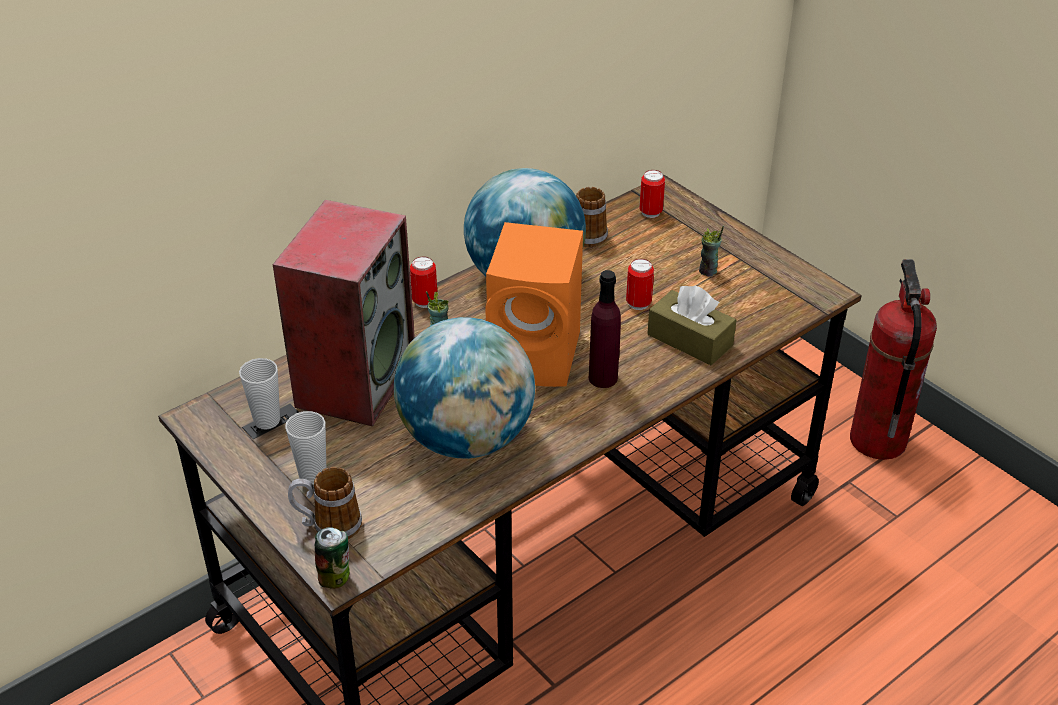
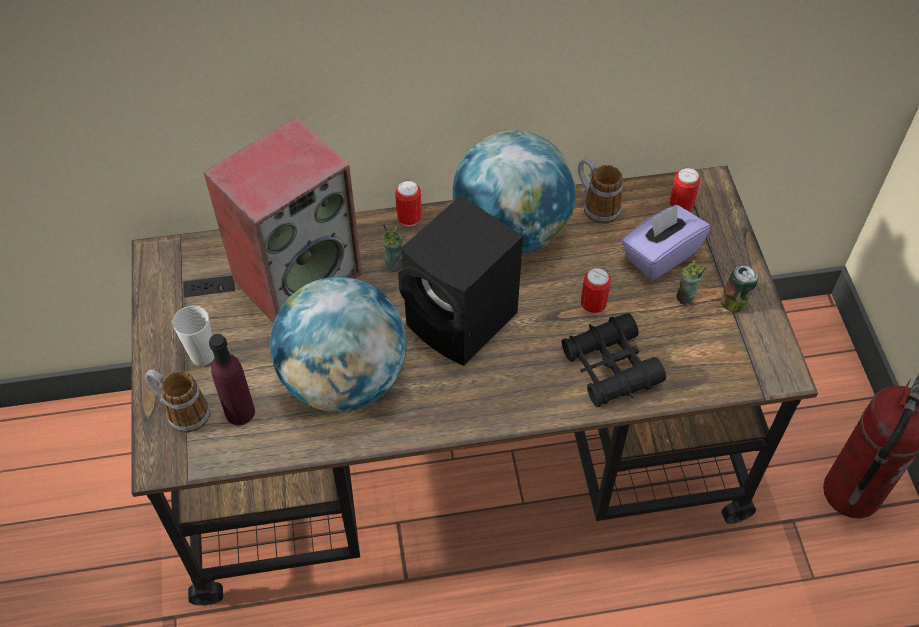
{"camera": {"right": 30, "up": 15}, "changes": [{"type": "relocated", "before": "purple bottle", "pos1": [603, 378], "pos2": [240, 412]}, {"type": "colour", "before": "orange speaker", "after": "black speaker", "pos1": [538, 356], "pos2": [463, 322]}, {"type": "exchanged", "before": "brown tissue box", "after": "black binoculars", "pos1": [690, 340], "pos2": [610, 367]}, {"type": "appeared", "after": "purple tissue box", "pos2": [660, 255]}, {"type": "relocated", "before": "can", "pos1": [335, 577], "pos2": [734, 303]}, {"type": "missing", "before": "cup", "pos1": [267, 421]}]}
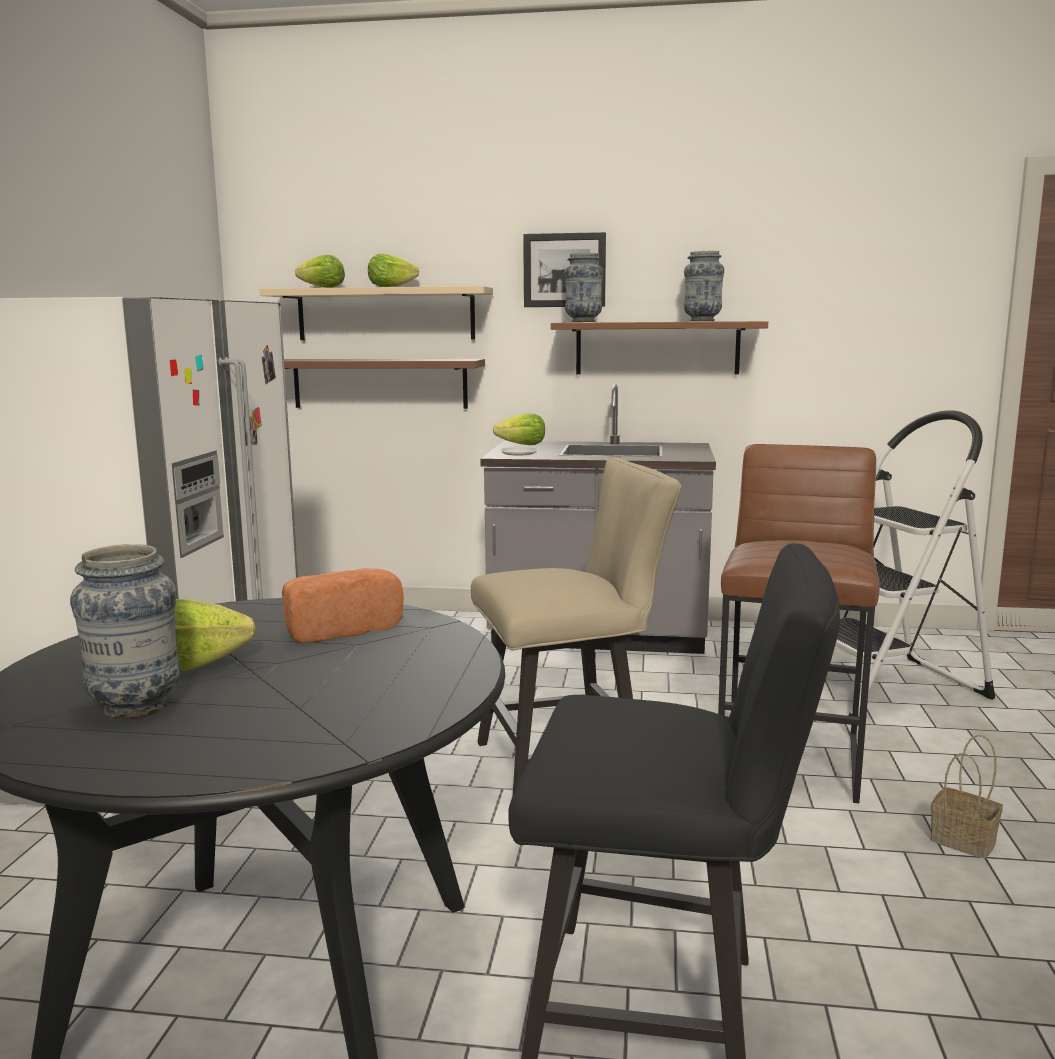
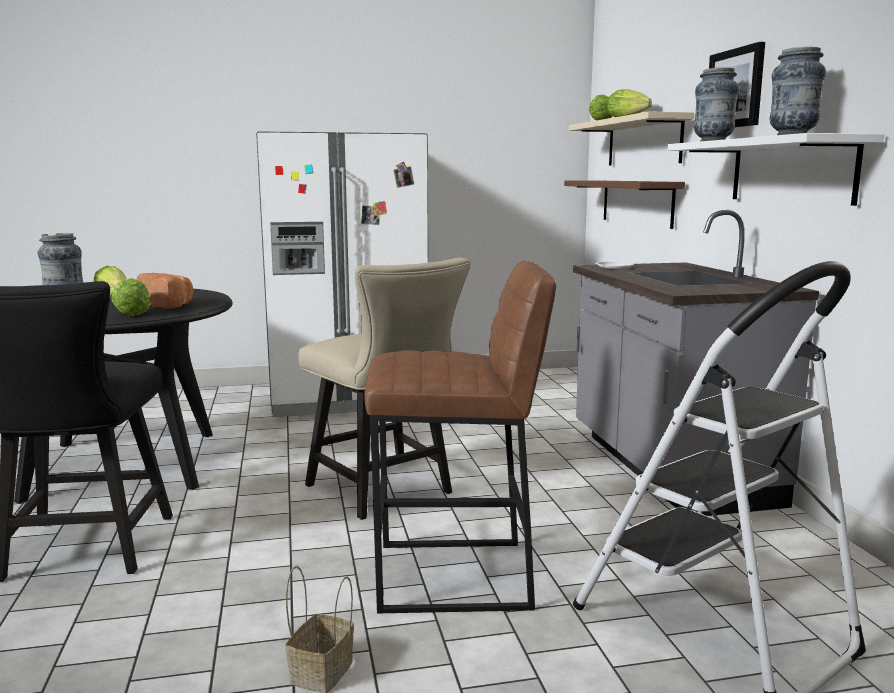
{"camera": {"right": 70, "up": 0}, "changes": [{"type": "relocated", "before": "lettuce", "pos1": [522, 445], "pos2": [133, 313]}, {"type": "colour", "before": "brown shelf", "after": "white shelf", "pos1": [657, 348], "pos2": [791, 171]}]}
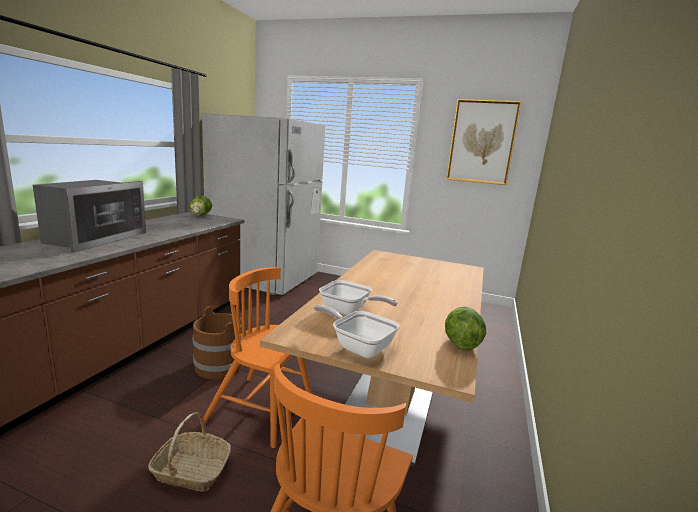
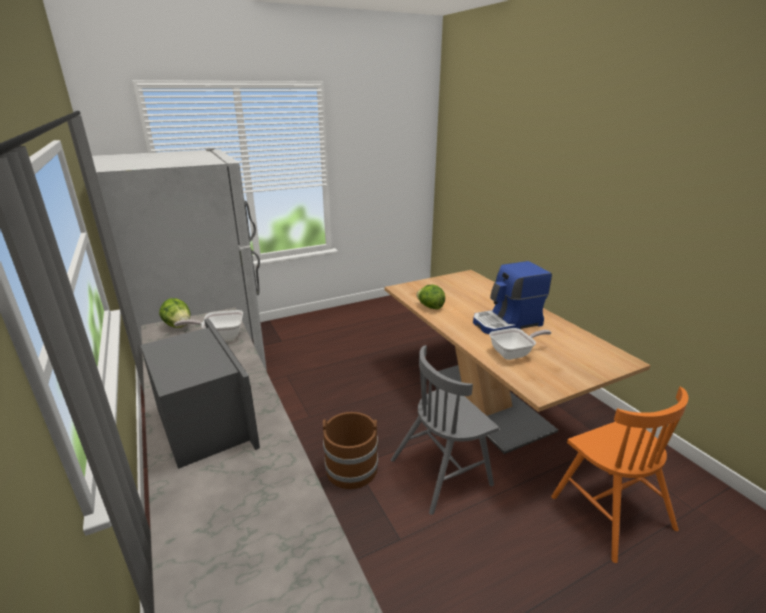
{"camera": {"right": -45, "up": 10}, "changes": [{"type": "relocated", "before": "frying pan", "pos1": [358, 346], "pos2": [220, 335]}, {"type": "colour", "before": "orange chair", "after": "grey chair", "pos1": [265, 410], "pos2": [445, 469]}, {"type": "relocated", "before": "lettuce", "pos1": [460, 344], "pos2": [430, 307]}, {"type": "appeared", "after": "coffee machine", "pos2": [507, 323]}, {"type": "missing", "before": "basket", "pos1": [191, 471]}, {"type": "missing", "before": "picture", "pos1": [482, 142]}]}
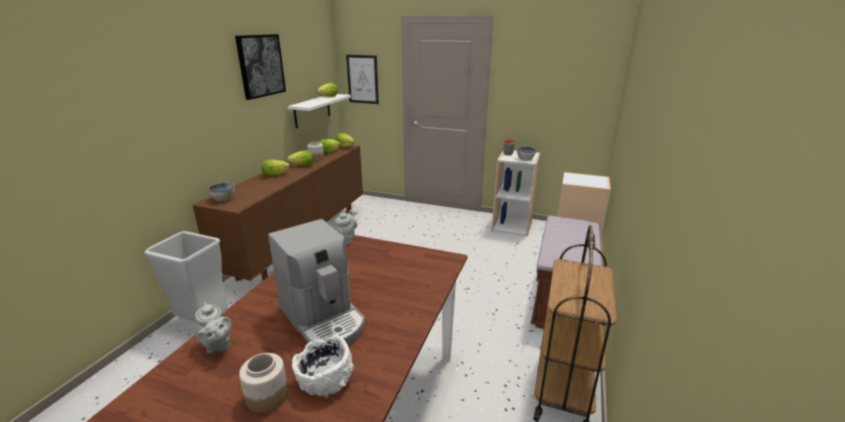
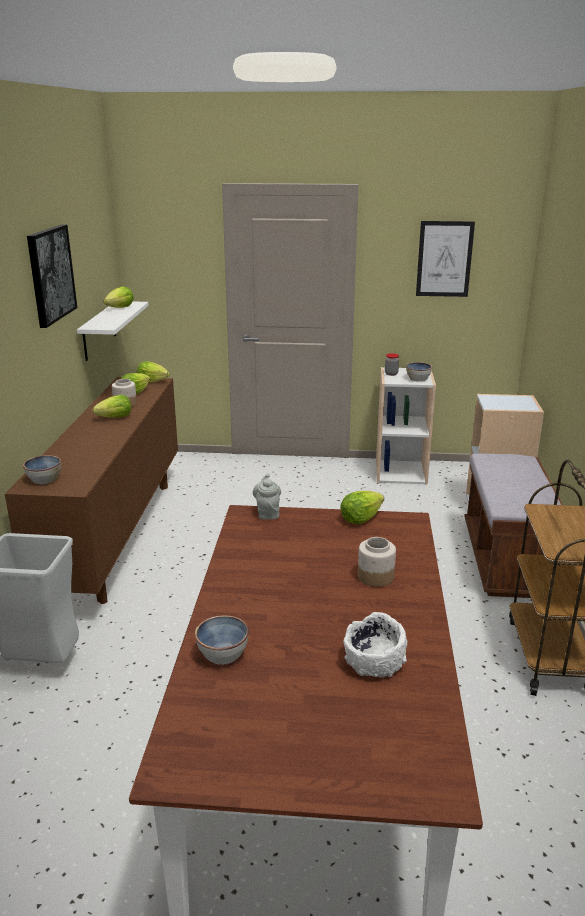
{"camera": {"right": -15, "up": 0}, "changes": [{"type": "exchanged", "before": "grey teapot", "after": "bowl", "pos1": [217, 346], "pos2": [222, 654]}, {"type": "relocated", "before": "lettuce", "pos1": [275, 175], "pos2": [360, 518]}, {"type": "relocated", "before": "jar", "pos1": [266, 396], "pos2": [375, 577]}, {"type": "relocated", "before": "picture", "pos1": [362, 79], "pos2": [444, 259]}, {"type": "missing", "before": "coffee machine", "pos1": [323, 318]}]}
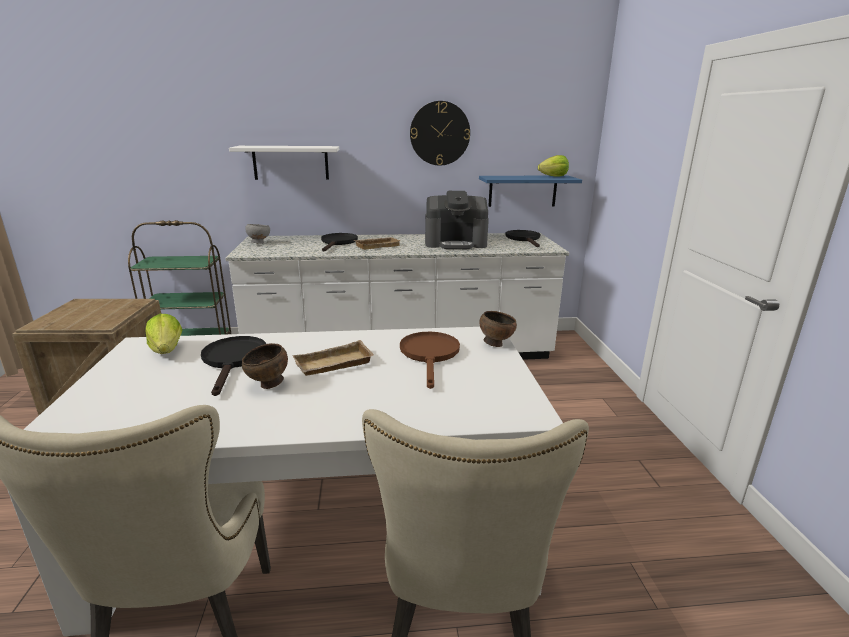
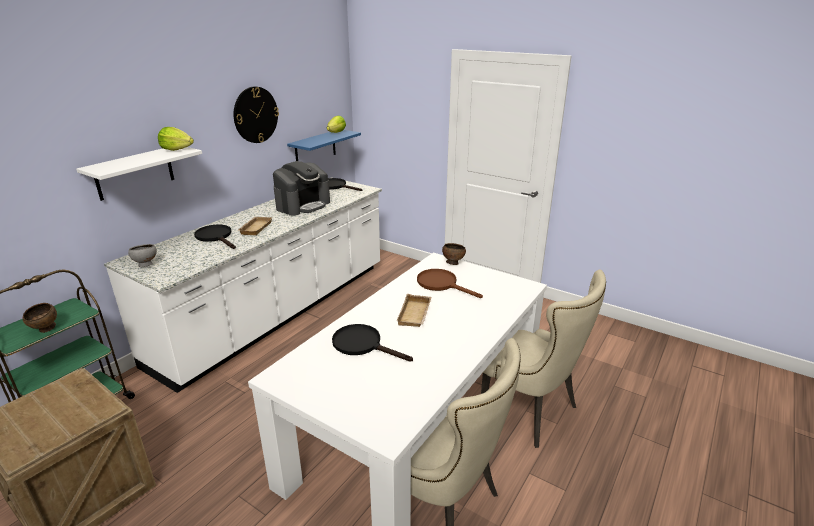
{"camera": {"right": -50, "up": 5}, "changes": [{"type": "relocated", "before": "brown bowl", "pos1": [268, 385], "pos2": [46, 330]}, {"type": "relocated", "before": "lettuce", "pos1": [167, 350], "pos2": [176, 149]}]}
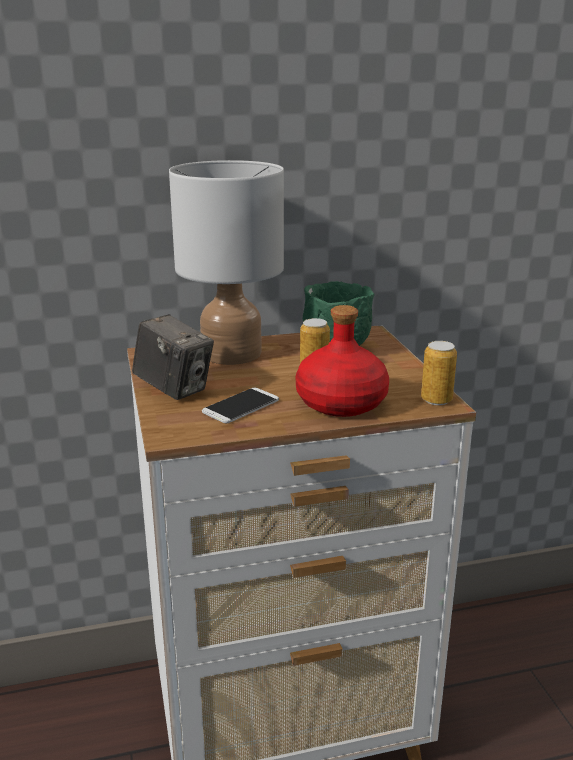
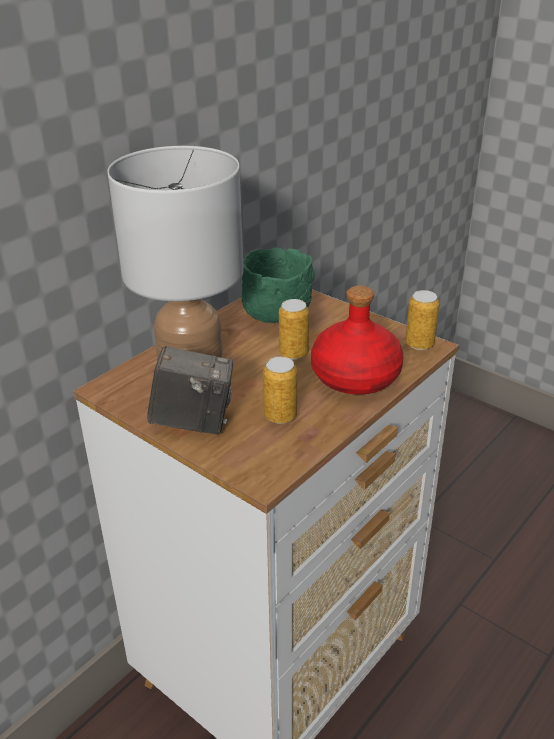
{"camera": {"right": -35, "up": 10}, "changes": [{"type": "exchanged", "before": "phone", "after": "can", "pos1": [241, 406], "pos2": [280, 416]}]}
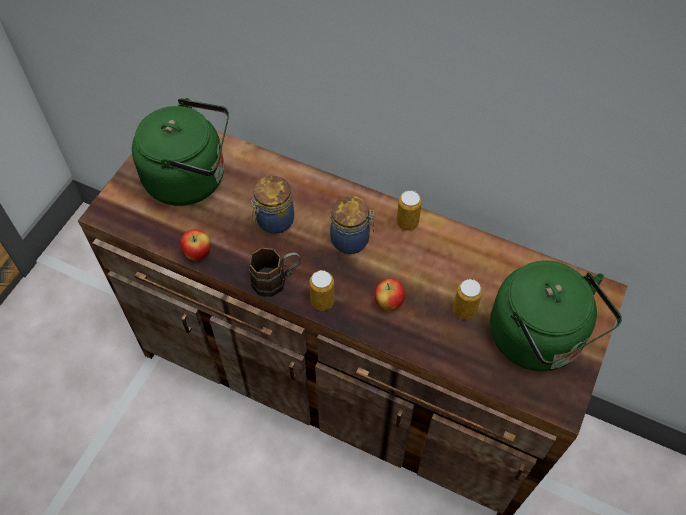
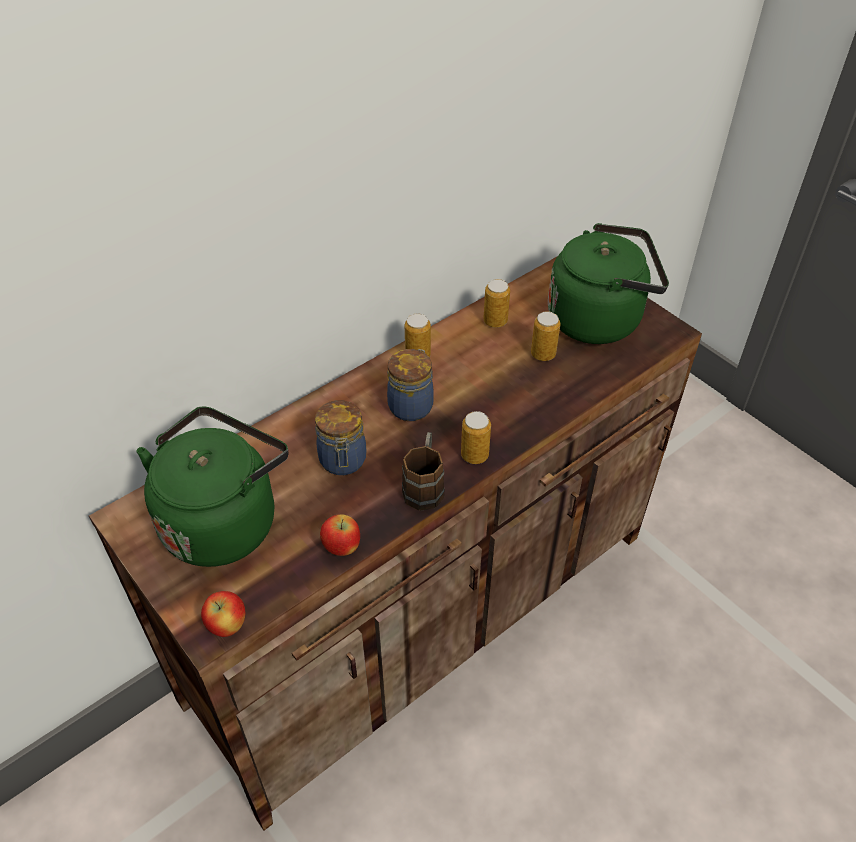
{"camera": {"right": -65, "up": -10}, "changes": [{"type": "relocated", "before": "apple", "pos1": [389, 303], "pos2": [227, 626]}, {"type": "appeared", "after": "can", "pos2": [495, 321]}]}
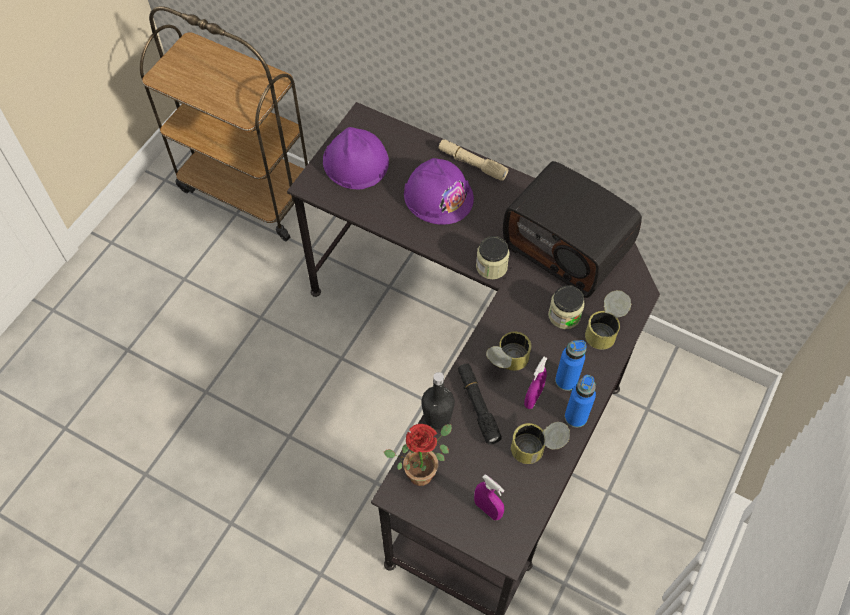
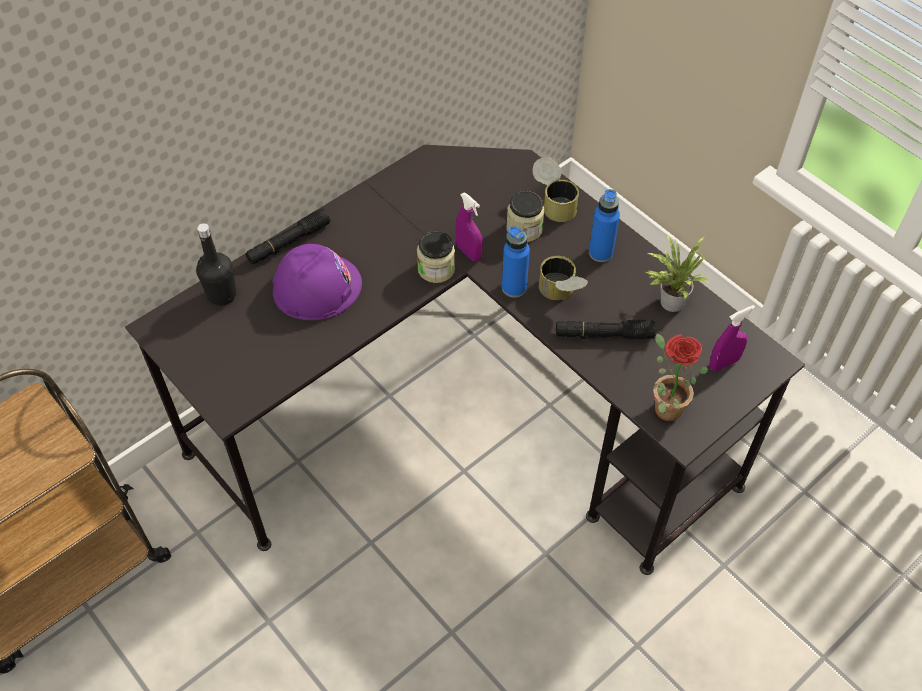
{"camera": {"right": -70, "up": -5}, "changes": [{"type": "relocated", "before": "black bottle", "pos1": [437, 418], "pos2": [222, 295]}, {"type": "colour", "before": "beige flashlight", "after": "black flashlight", "pos1": [472, 163], "pos2": [288, 243]}, {"type": "relocated", "before": "purple spray bottle", "pos1": [533, 398], "pos2": [469, 252]}, {"type": "relocated", "before": "blue bottle", "pos1": [575, 417], "pos2": [514, 288]}, {"type": "exchanged", "before": "can", "after": "potted plant", "pos1": [537, 448], "pos2": [669, 301]}, {"type": "missing", "before": "purple hard hat", "pos1": [355, 162]}, {"type": "missing", "before": "radio", "pos1": [568, 247]}]}
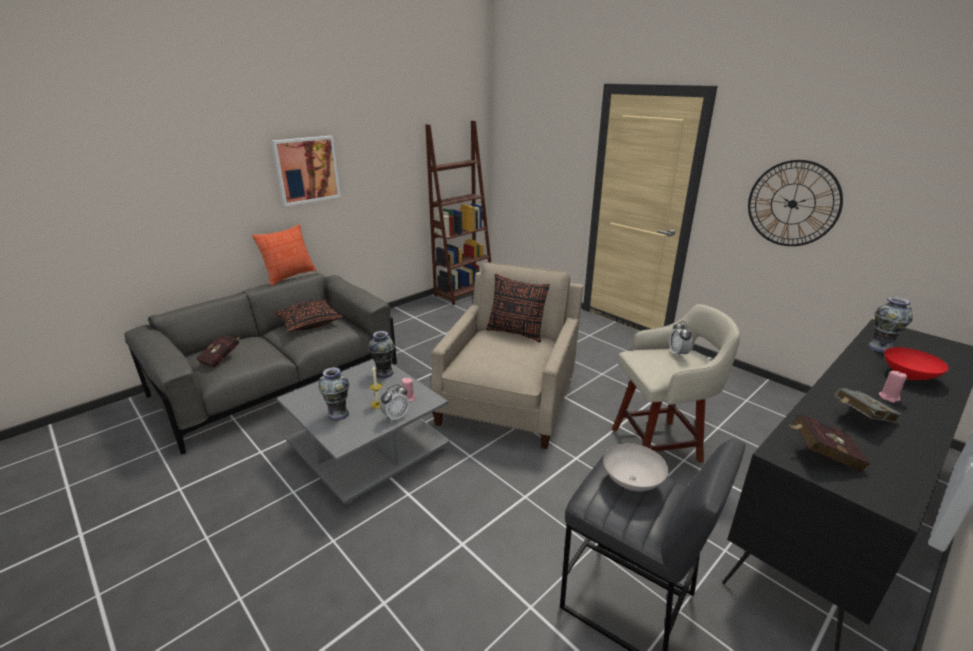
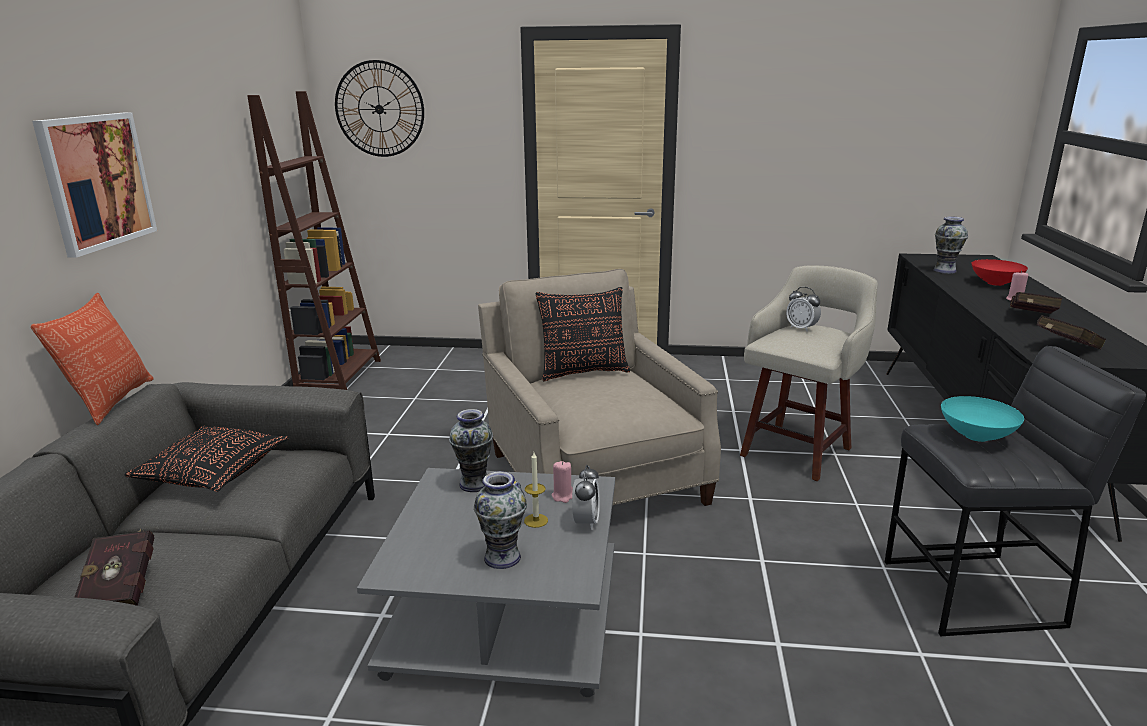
{"camera": {"right": -40, "up": -5}, "changes": [{"type": "relocated", "before": "wall clock", "pos1": [792, 204], "pos2": [379, 109]}, {"type": "colour", "before": "white bowl", "after": "turquoise bowl", "pos1": [632, 481], "pos2": [975, 435]}, {"type": "colour", "before": "grey book", "after": "red book", "pos1": [859, 418], "pos2": [1030, 318]}]}
